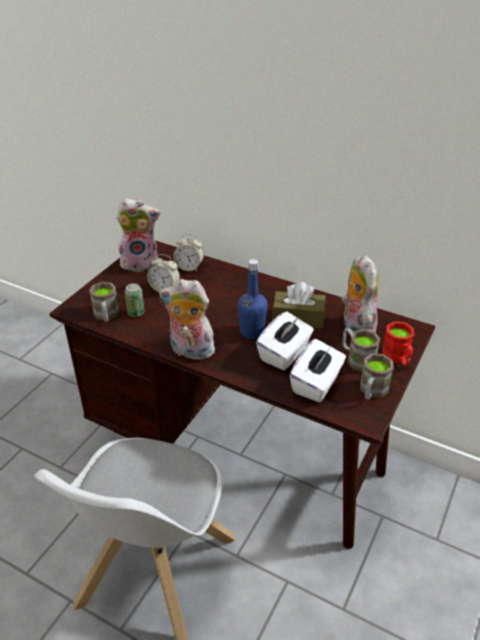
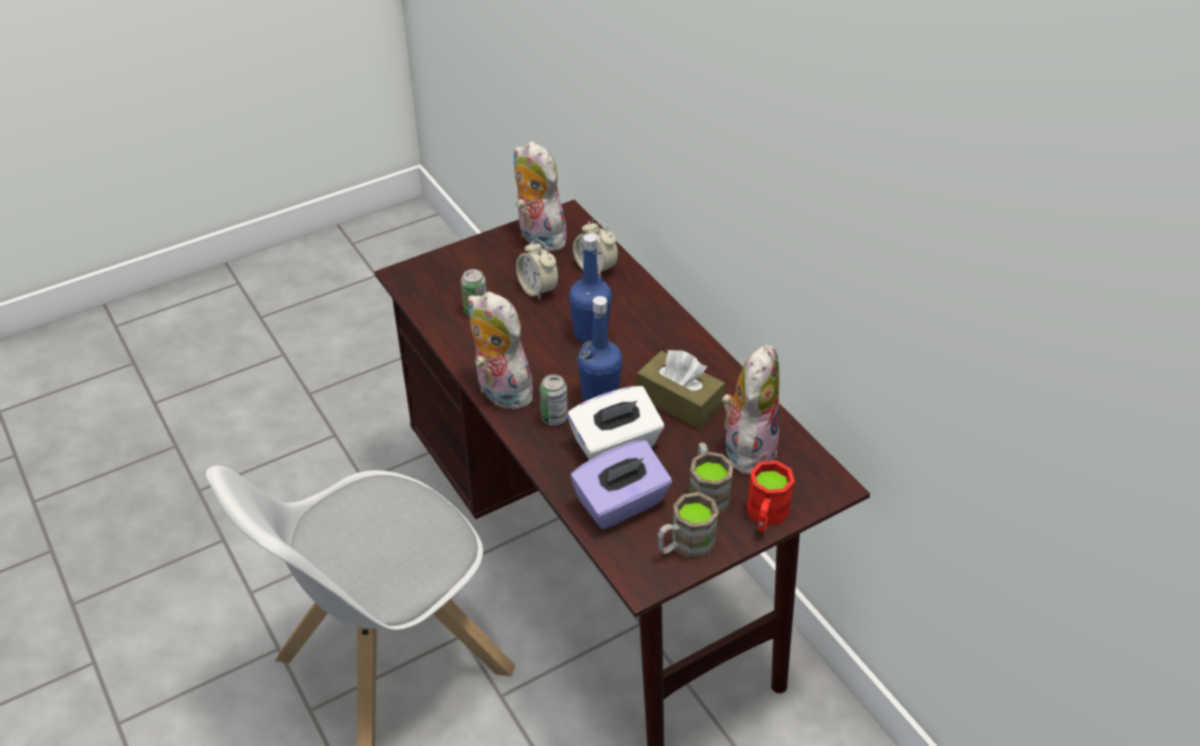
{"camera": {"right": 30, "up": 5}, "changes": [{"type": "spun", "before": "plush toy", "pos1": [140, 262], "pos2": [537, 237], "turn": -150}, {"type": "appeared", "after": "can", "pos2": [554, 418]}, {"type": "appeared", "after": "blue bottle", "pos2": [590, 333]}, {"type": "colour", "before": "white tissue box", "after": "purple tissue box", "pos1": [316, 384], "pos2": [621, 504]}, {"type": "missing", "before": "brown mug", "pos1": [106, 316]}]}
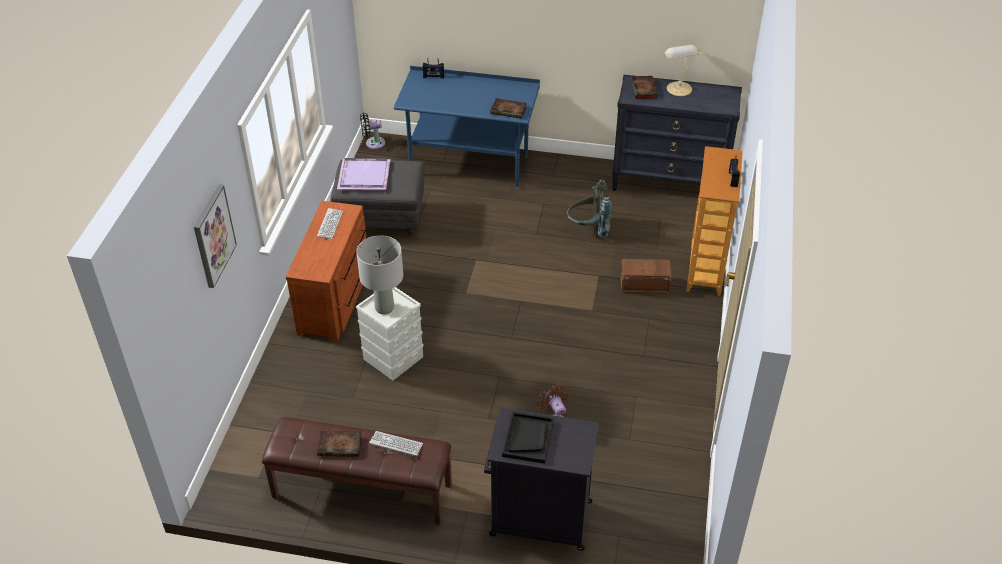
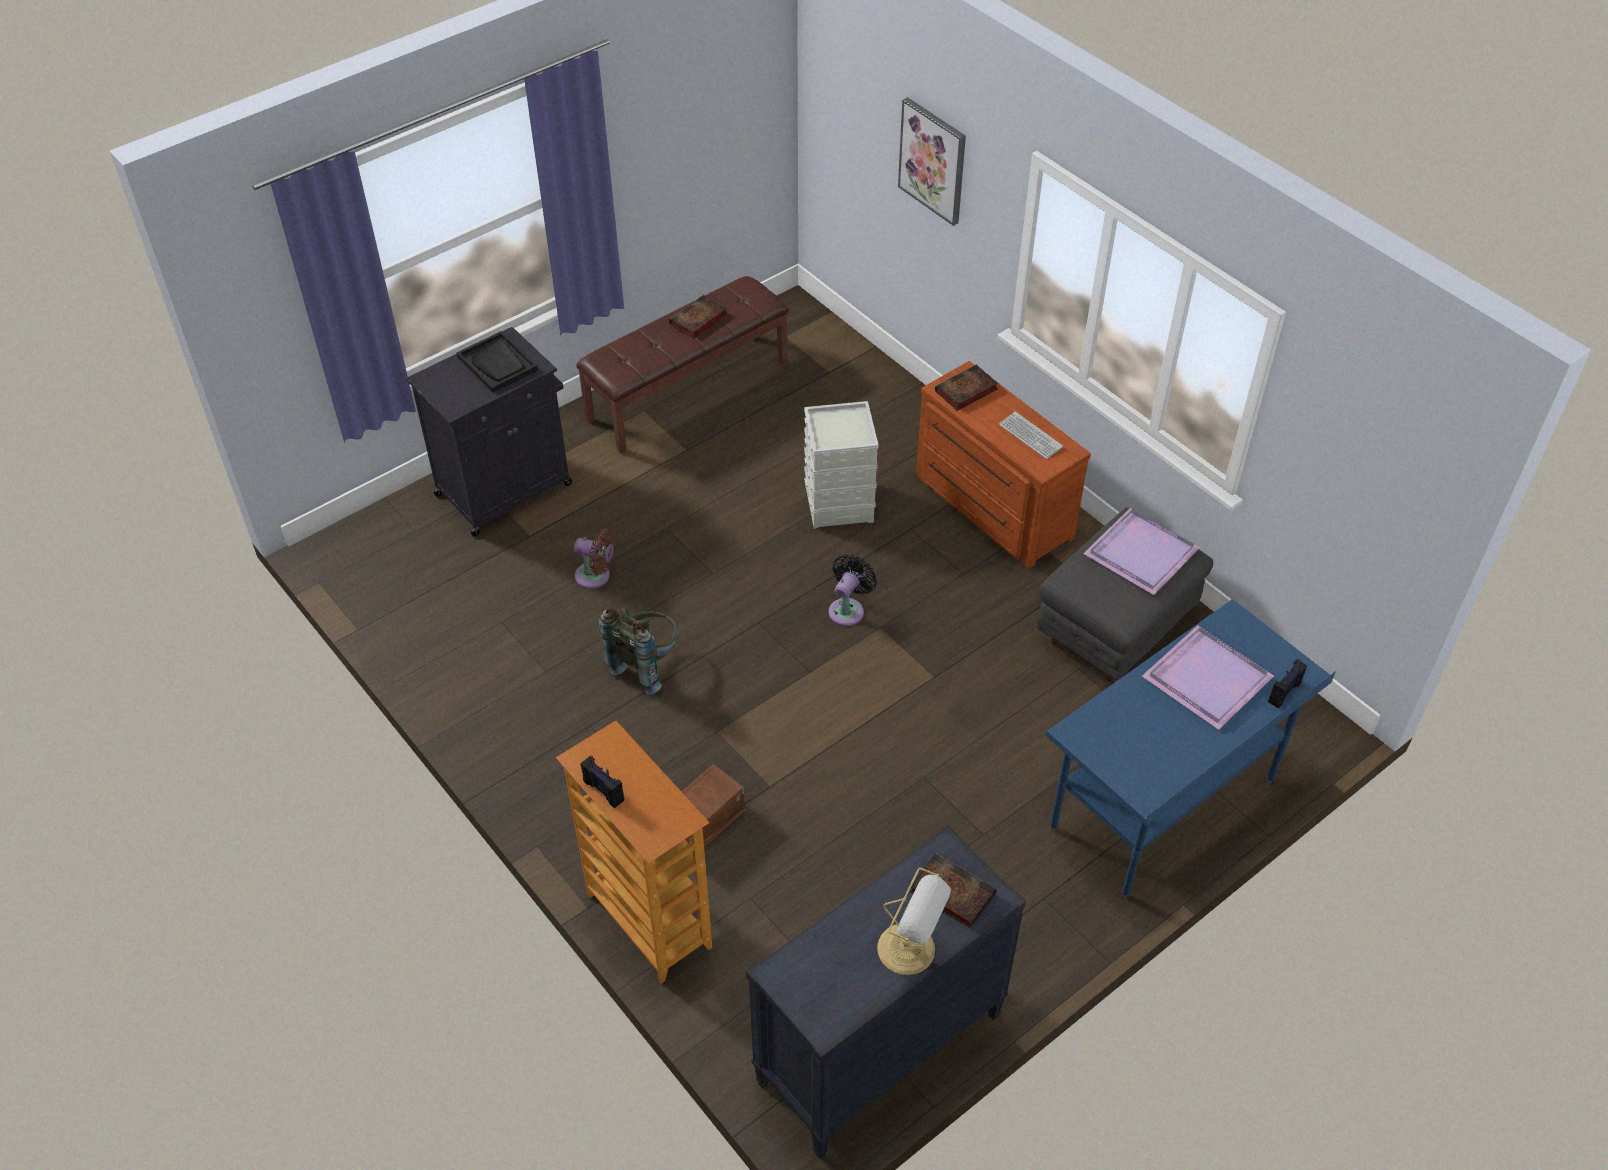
{"camera": {"right": 130, "up": 5}, "changes": [{"type": "relocated", "before": "grey backpack", "pos1": [588, 229], "pos2": [646, 664]}, {"type": "relocated", "before": "black fan", "pos1": [373, 143], "pos2": [848, 609]}, {"type": "relocated", "before": "book", "pos1": [509, 110], "pos2": [965, 391]}, {"type": "appeared", "after": "purple tray", "pos2": [1204, 678]}, {"type": "missing", "before": "grey table lamp", "pos1": [385, 308]}, {"type": "missing", "before": "keyboard", "pos1": [396, 444]}]}
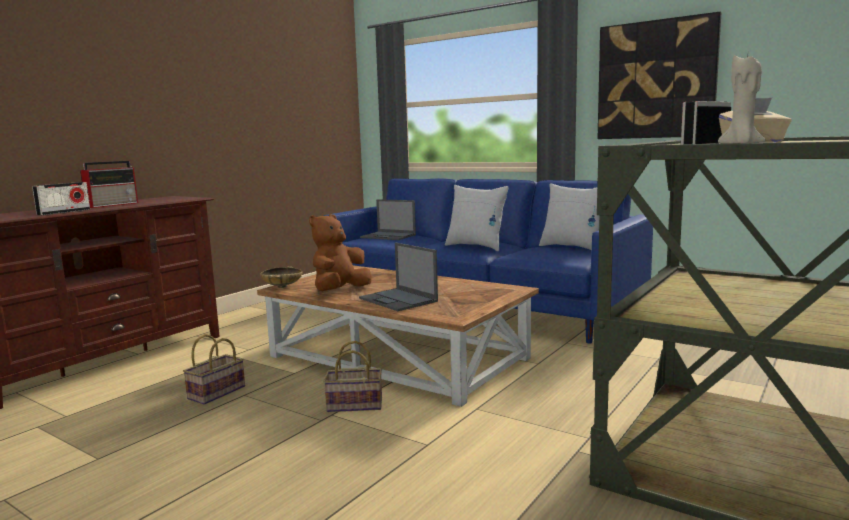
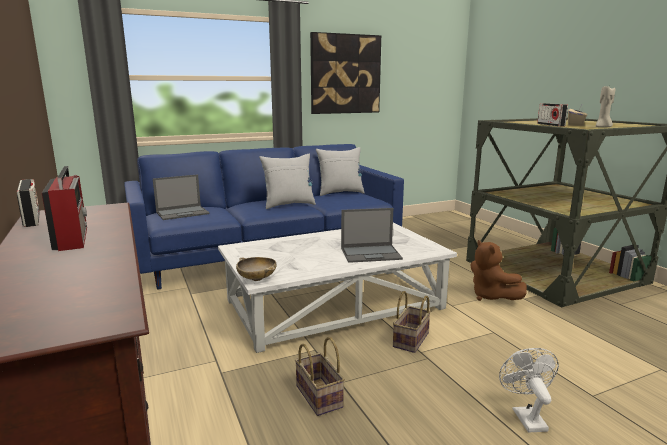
{"camera": {"right": -60, "up": 5}, "changes": [{"type": "relocated", "before": "radio", "pos1": [64, 212], "pos2": [32, 219]}, {"type": "colour", "before": "brown coffee table", "after": "white coffee table", "pos1": [399, 357], "pos2": [335, 304]}, {"type": "relocated", "before": "brown plush toy", "pos1": [340, 291], "pos2": [491, 296]}, {"type": "appeared", "after": "white fan", "pos2": [526, 416]}]}
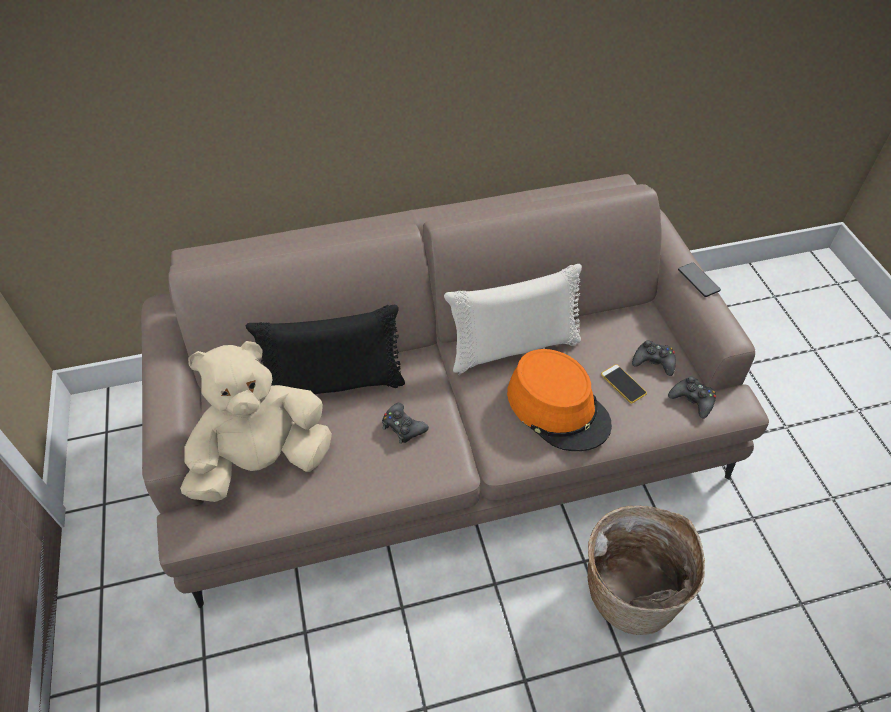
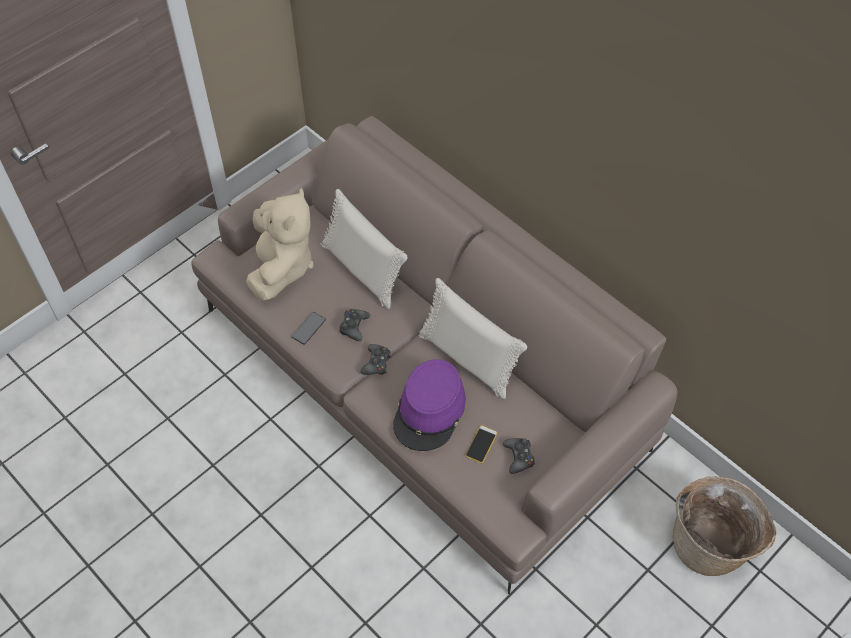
{"camera": {"right": 60, "up": 5}, "changes": [{"type": "spun", "before": "beige plush toy", "pos1": [263, 461], "pos2": [281, 267], "turn": 60}, {"type": "relocated", "before": "phone", "pos1": [698, 280], "pos2": [308, 328]}, {"type": "colour", "before": "black pillow", "after": "white pillow", "pos1": [334, 383], "pos2": [364, 270]}, {"type": "relocated", "before": "black game controller", "pos1": [692, 400], "pos2": [376, 363]}, {"type": "colour", "before": "orange hat", "after": "purple hat", "pos1": [558, 408], "pos2": [430, 411]}, {"type": "relocated", "before": "basket", "pos1": [631, 588], "pos2": [711, 544]}]}
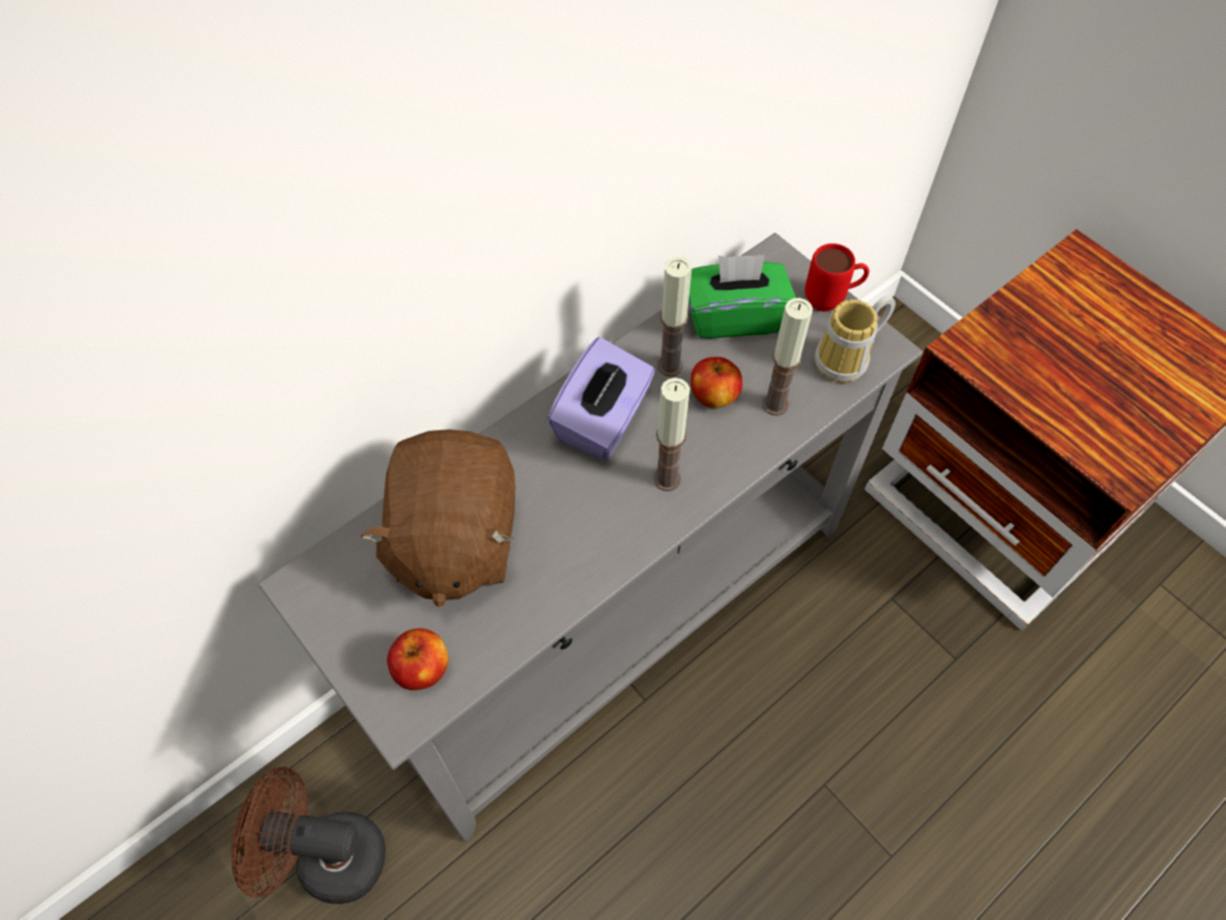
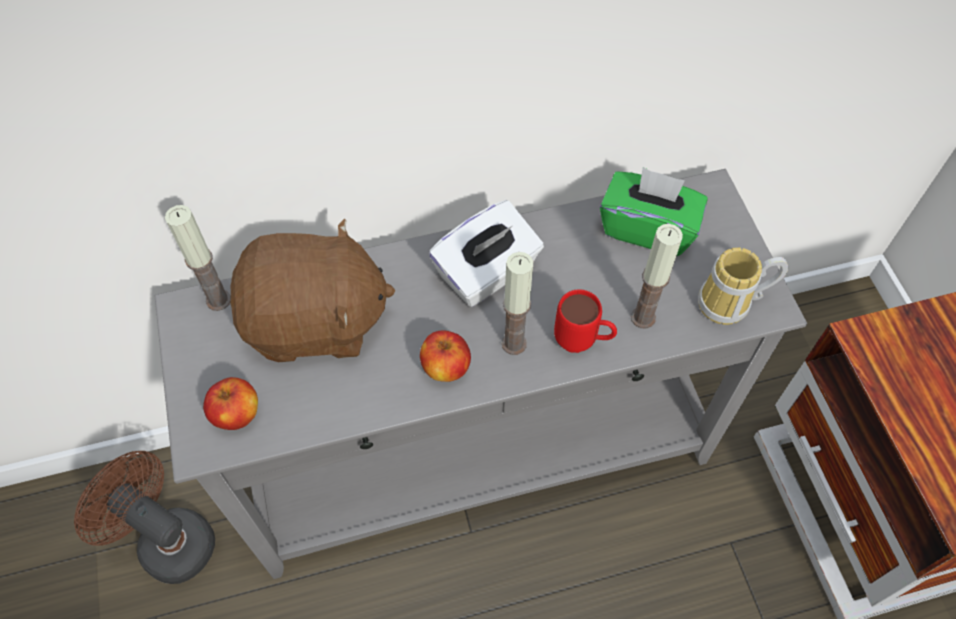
{"camera": {"right": 25, "up": 0}, "changes": [{"type": "relocated", "before": "candle", "pos1": [670, 366], "pos2": [218, 300]}, {"type": "spun", "before": "brown plush toy", "pos1": [454, 539], "pos2": [316, 322], "turn": -120}, {"type": "relocated", "before": "apple", "pos1": [714, 396], "pos2": [446, 368]}, {"type": "colour", "before": "purple tissue box", "after": "white tissue box", "pos1": [603, 420], "pos2": [487, 273]}, {"type": "relocated", "before": "red mug", "pos1": [831, 300], "pos2": [582, 343]}]}
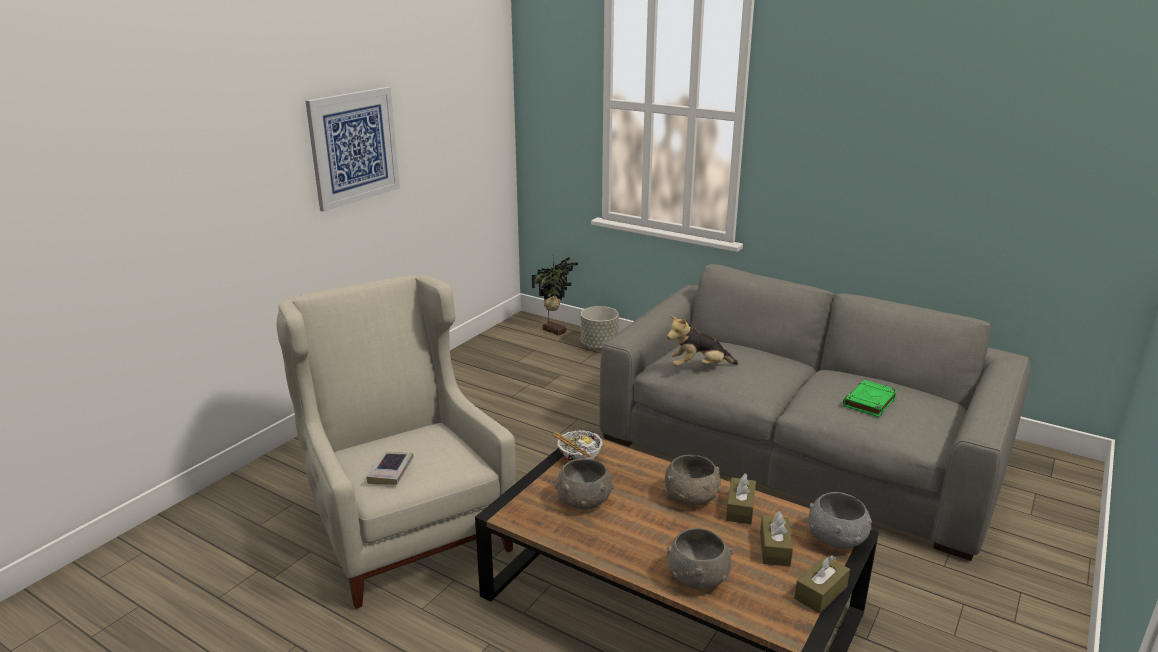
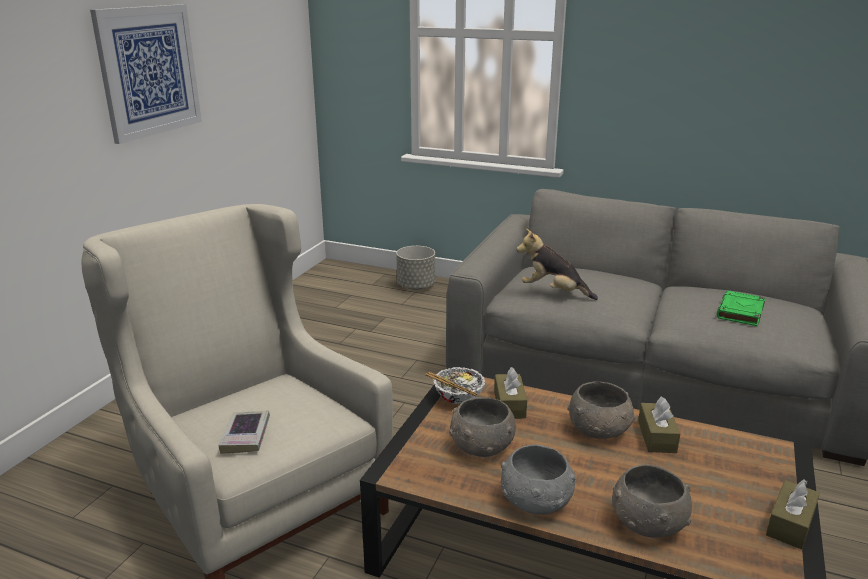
{"camera": {"right": -10, "up": 0}, "changes": [{"type": "relocated", "before": "brown tissue box", "pos1": [774, 549], "pos2": [509, 405]}, {"type": "relocated", "before": "grey bowl", "pos1": [836, 539], "pos2": [536, 502]}, {"type": "spun", "before": "plush toy", "pos1": [698, 367], "pos2": [553, 292], "turn": 45}, {"type": "missing", "before": "potted plant", "pos1": [555, 330]}]}
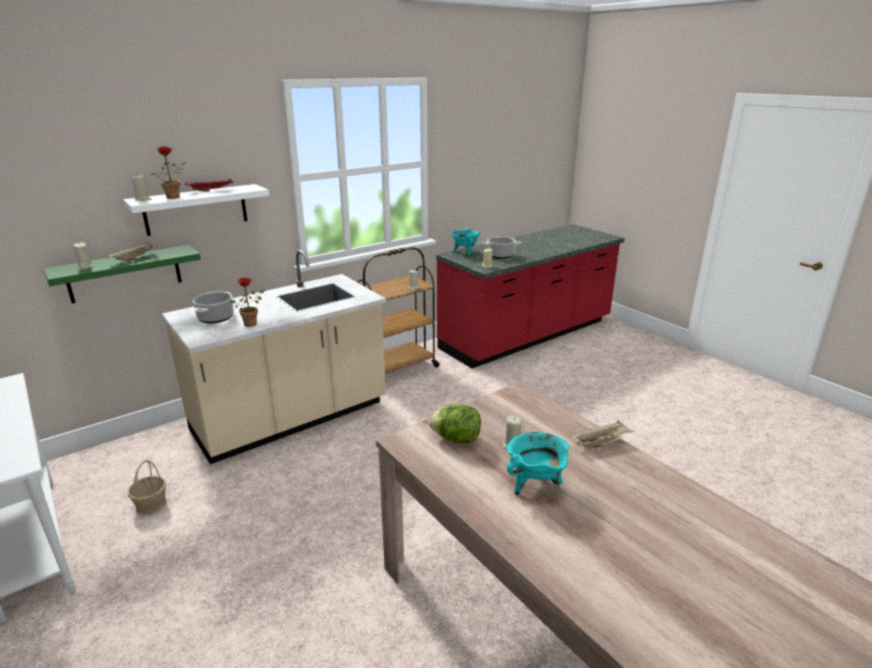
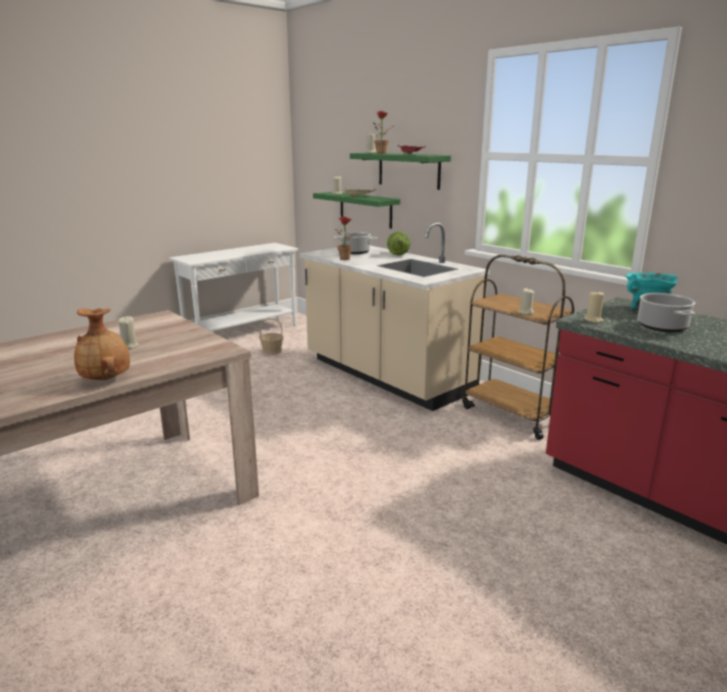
{"camera": {"right": 85, "up": -5}, "changes": [{"type": "exchanged", "before": "beige tray", "after": "brown vase", "pos1": [600, 442], "pos2": [106, 379]}, {"type": "colour", "before": "white shelf", "after": "green shelf", "pos1": [196, 209], "pos2": [408, 170]}, {"type": "relocated", "before": "lettuce", "pos1": [456, 439], "pos2": [398, 254]}, {"type": "missing", "before": "turquoise cooking pot", "pos1": [535, 484]}]}
